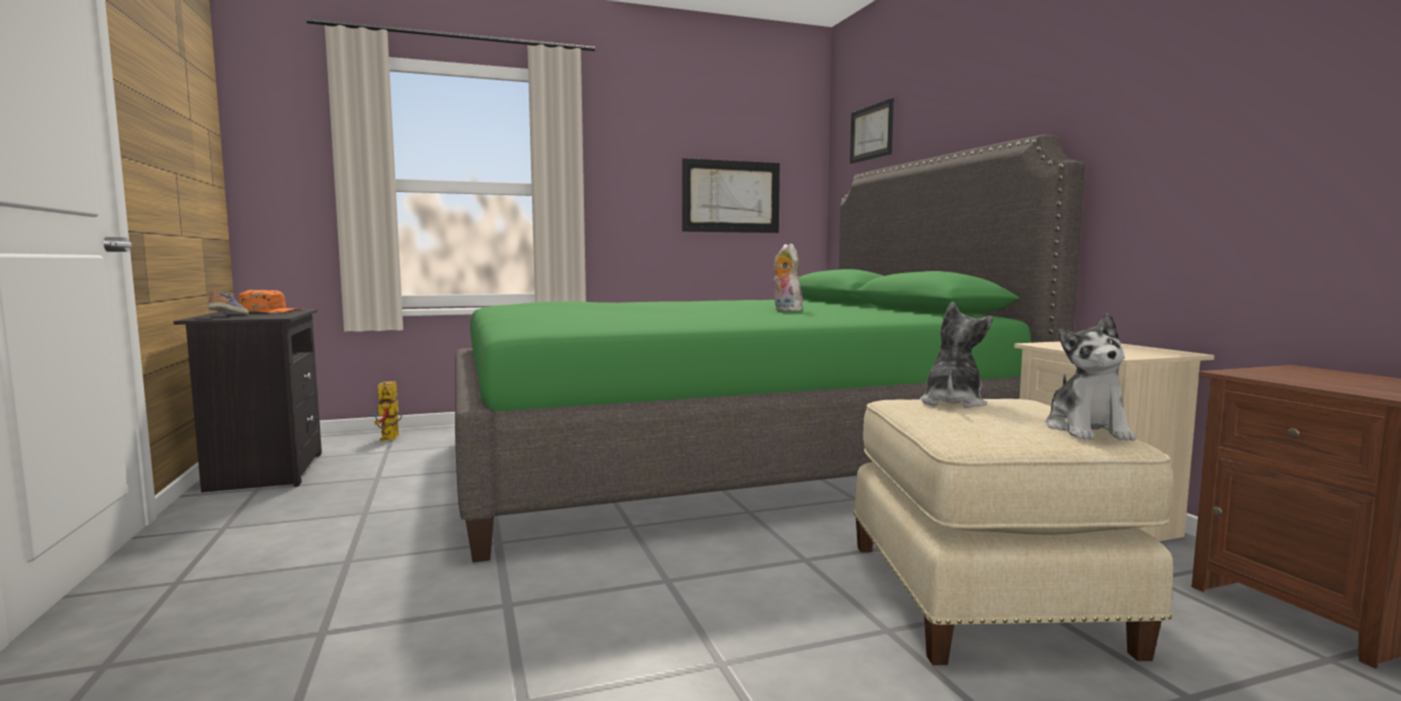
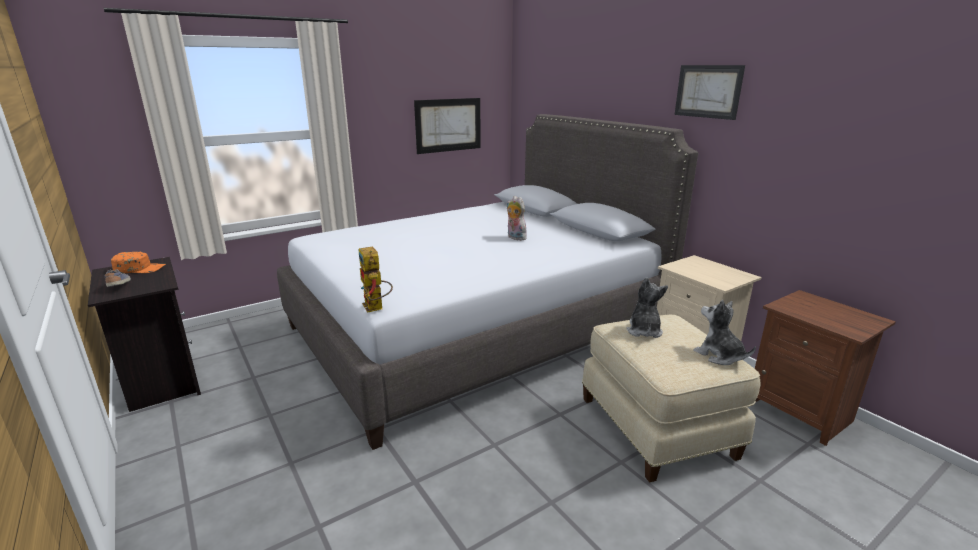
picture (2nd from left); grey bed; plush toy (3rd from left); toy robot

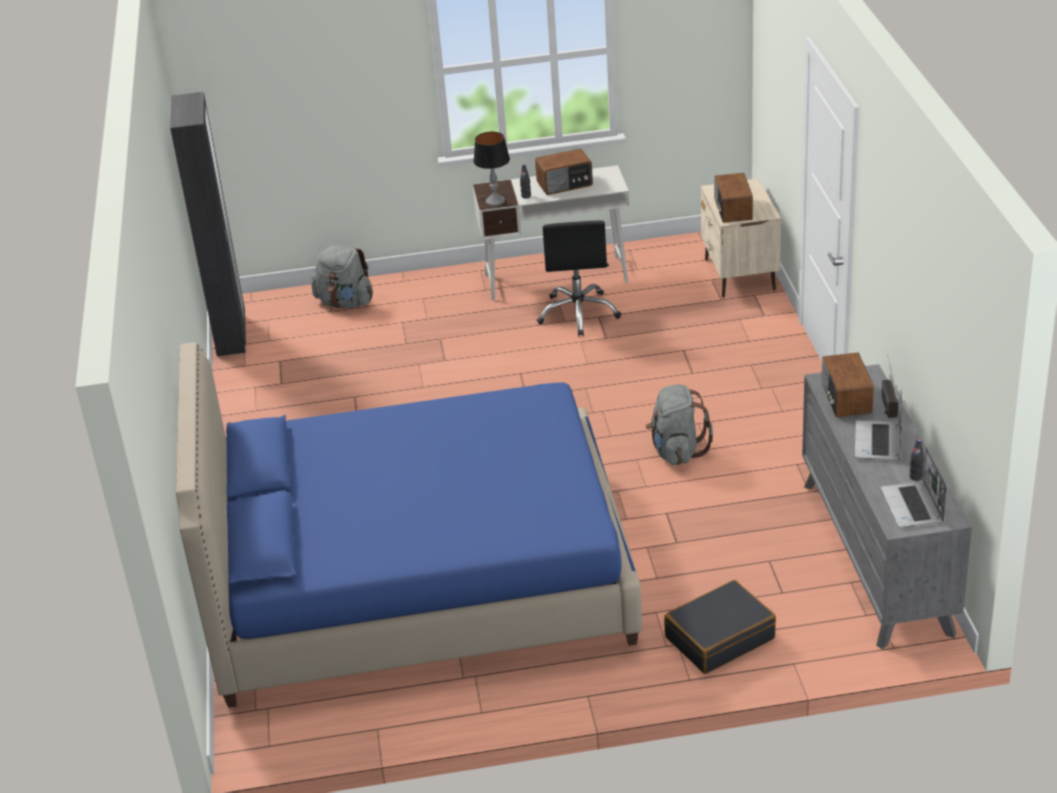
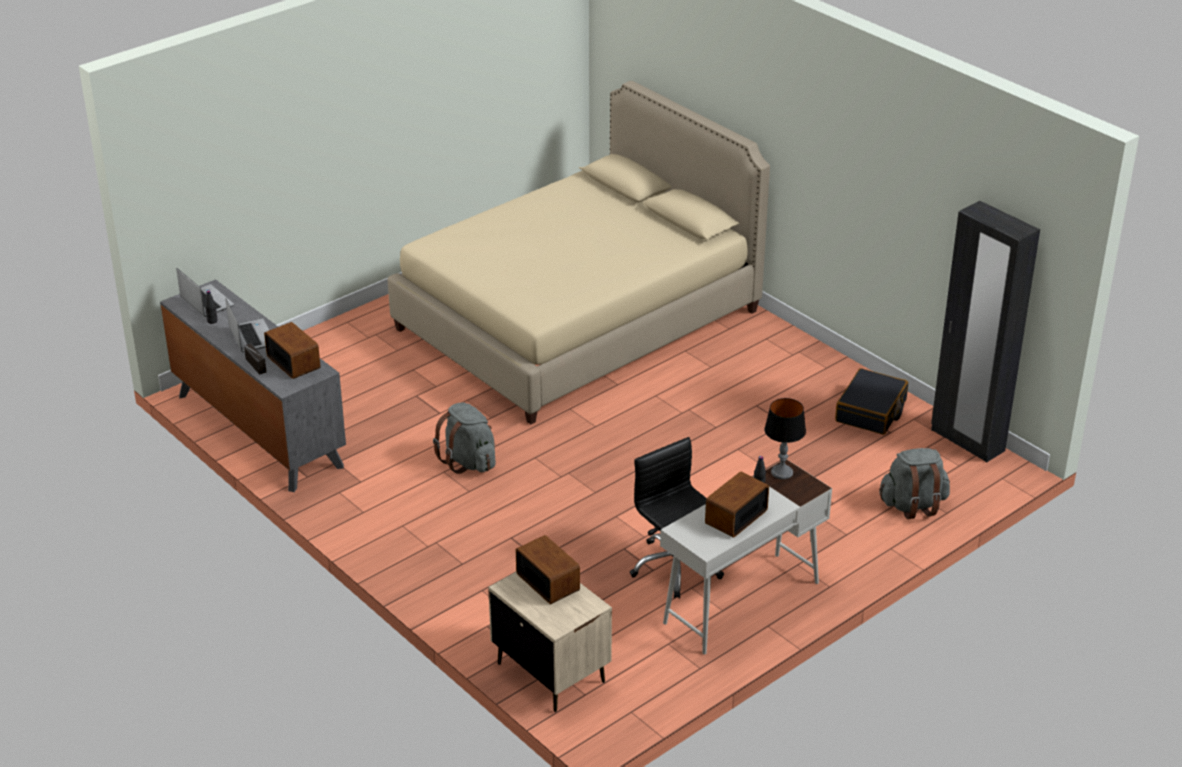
beige bed; black suitcase

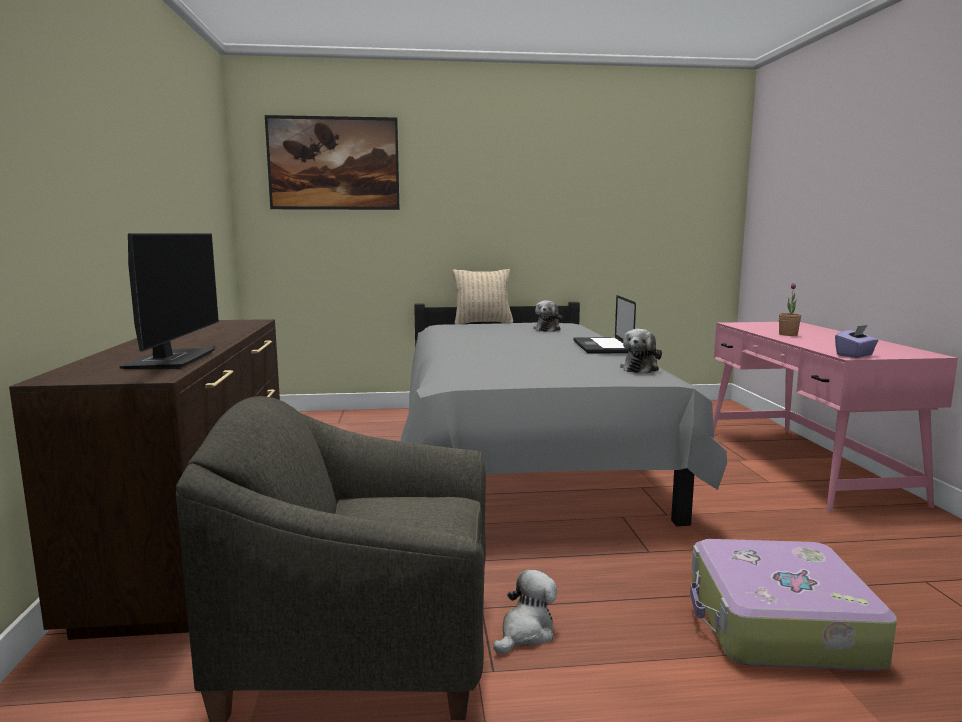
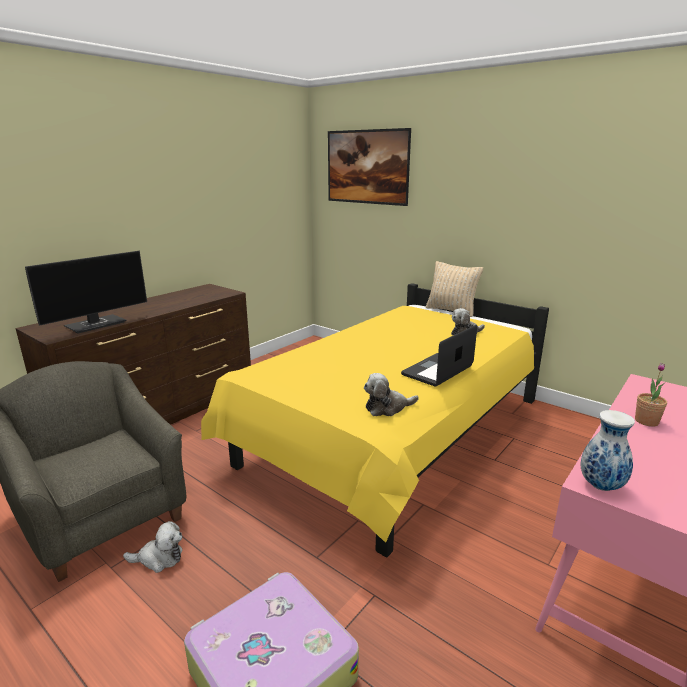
yellow bed; vase

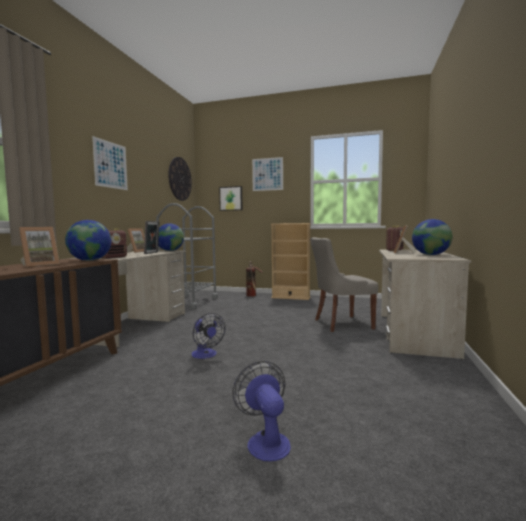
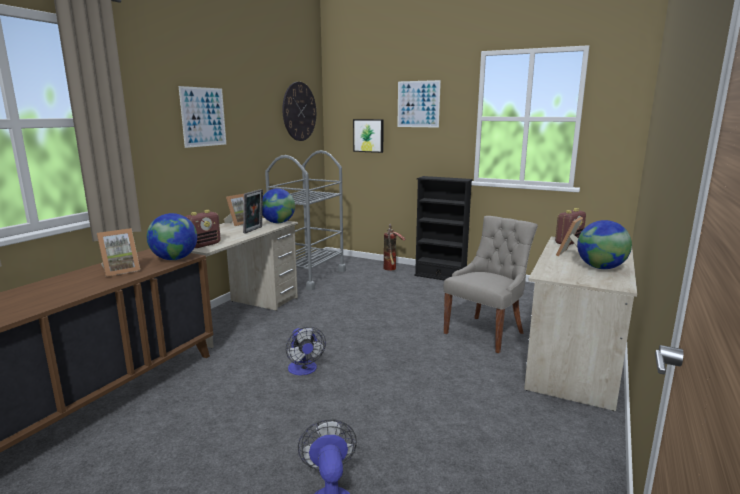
black bookcase; grey chair

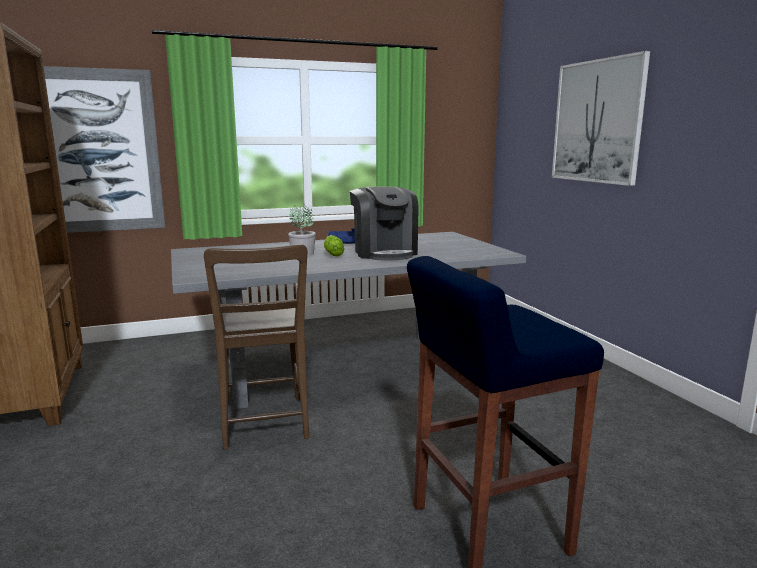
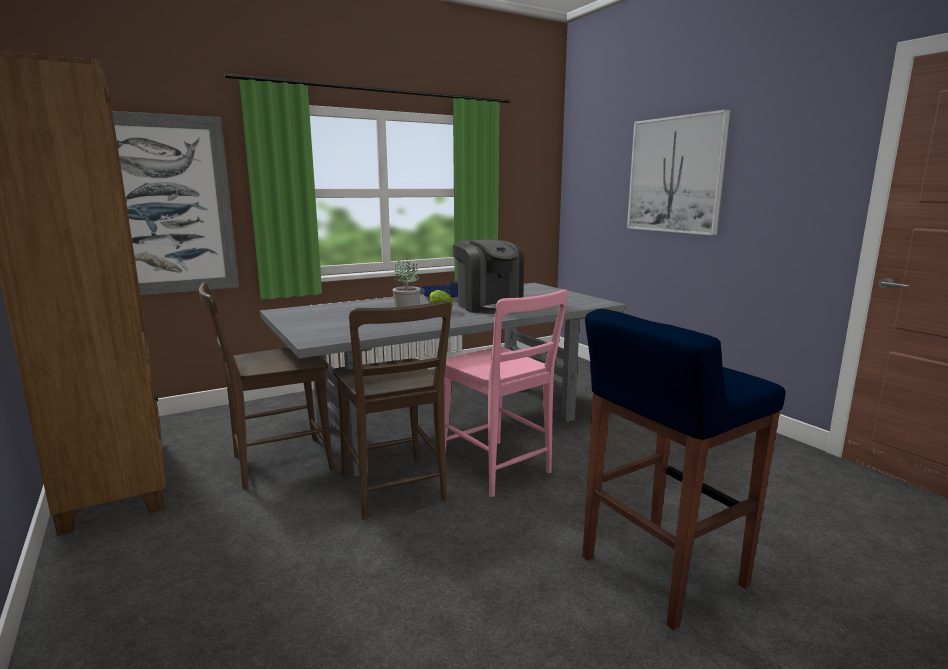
brown chair (1st from left); pink chair

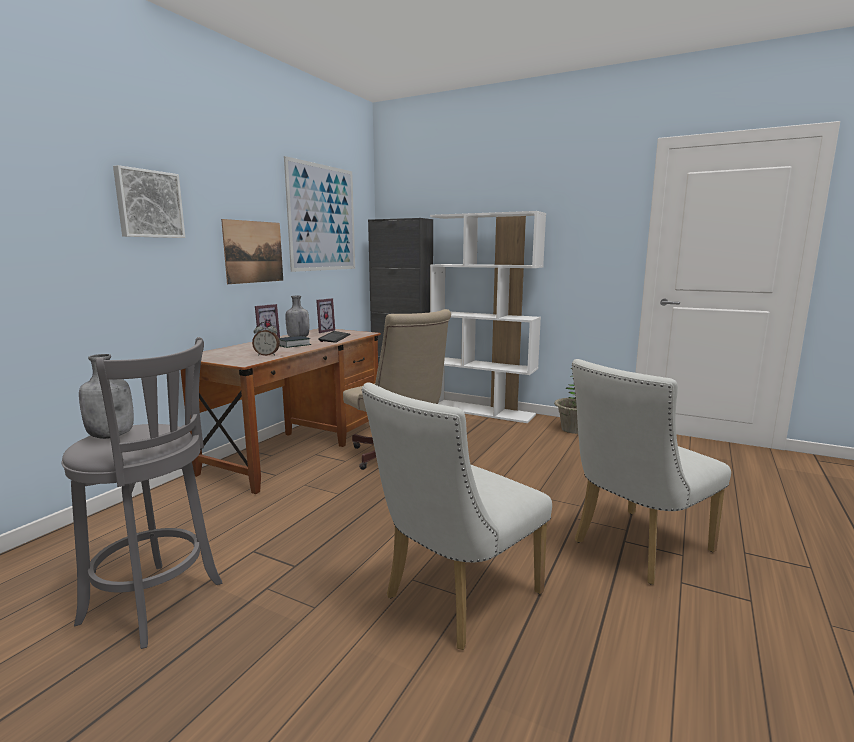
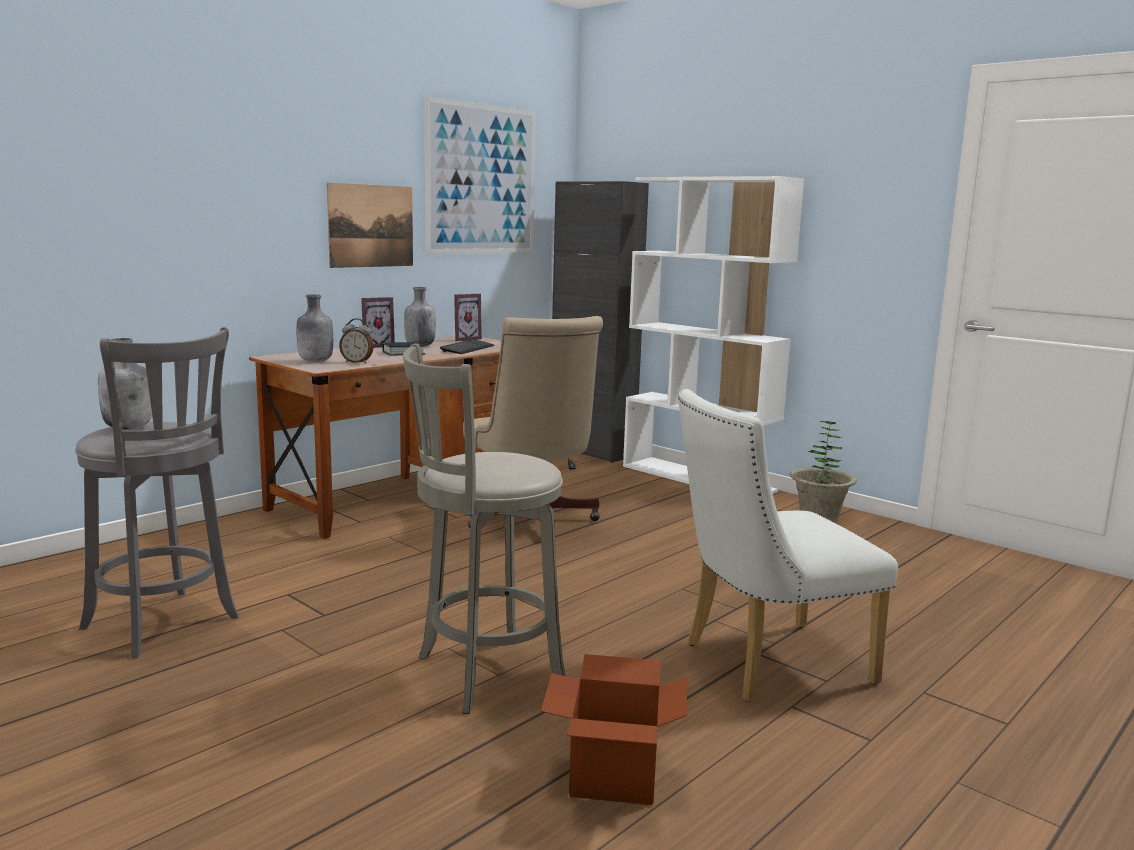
picture (1st from left in the first image); grey stool (2nd from left); grey bottle (2nd from left); cardboard box

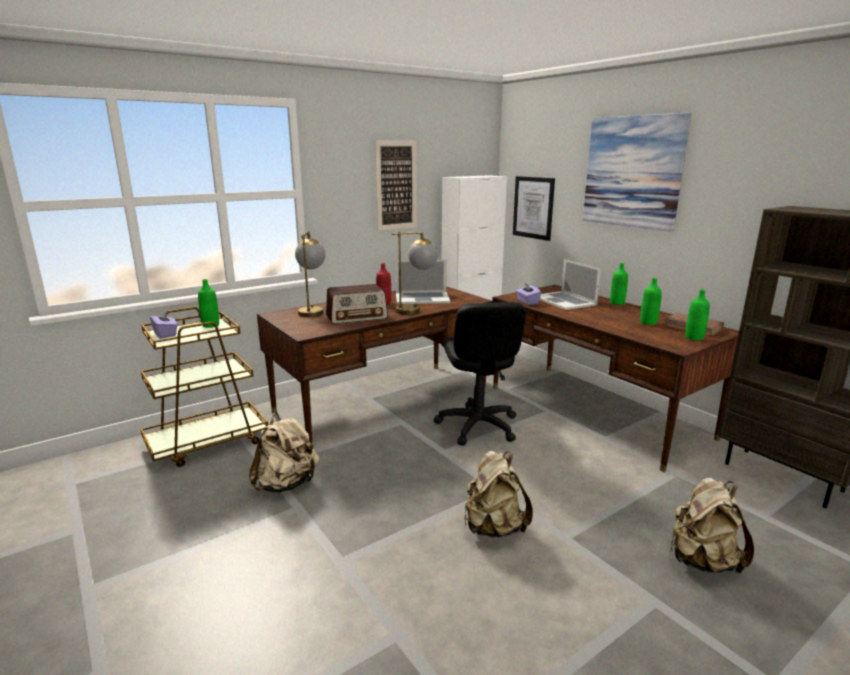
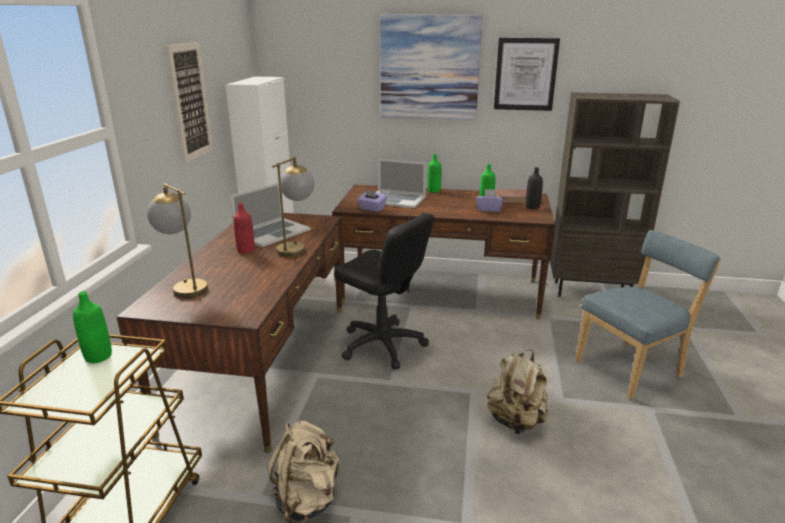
picture (3rd from left); radio; black bottle; purple tissue box (2nd from left); blue chair

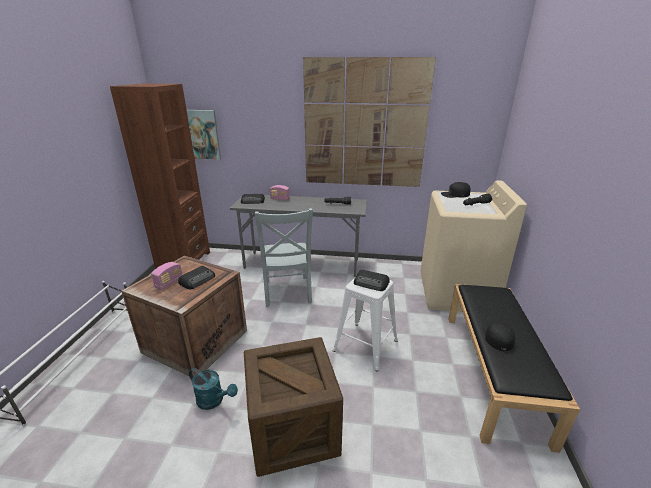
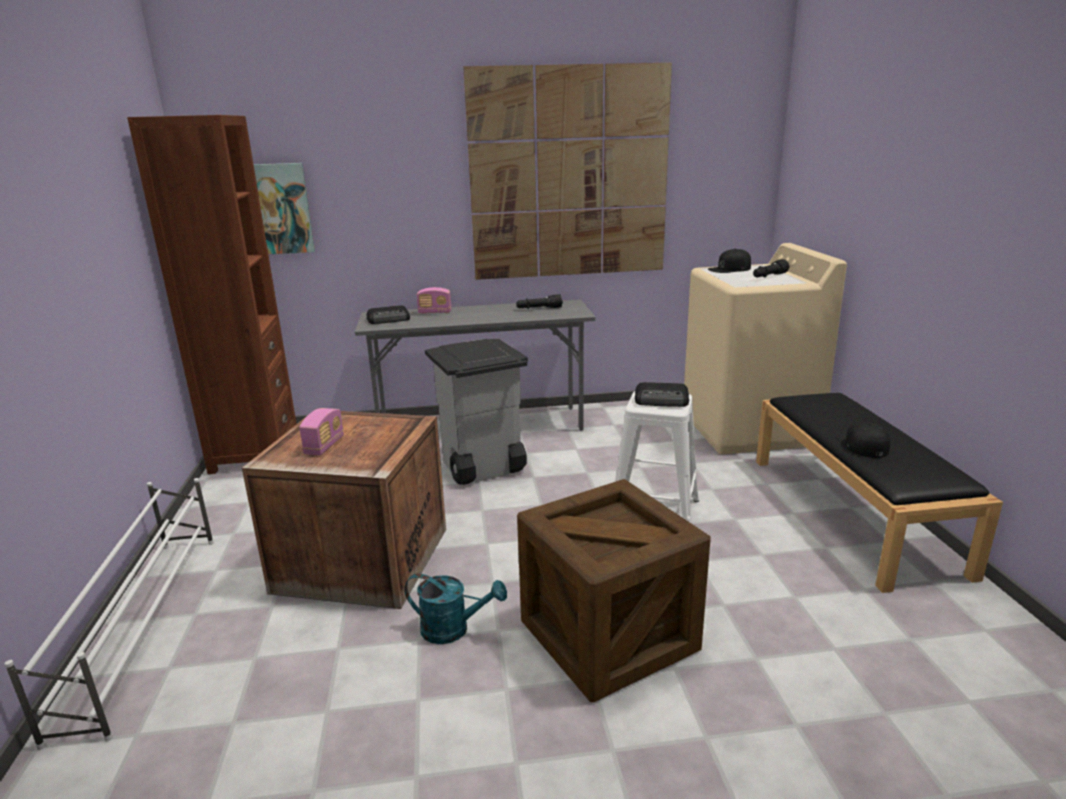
grey trash can; radio (2nd from left in the first image)

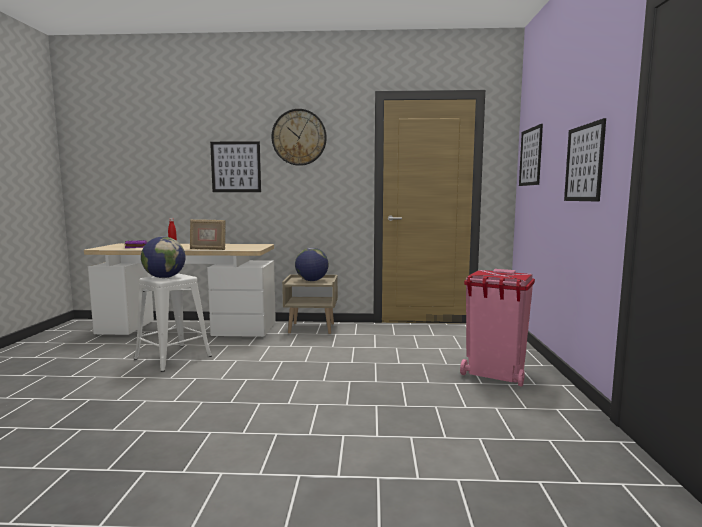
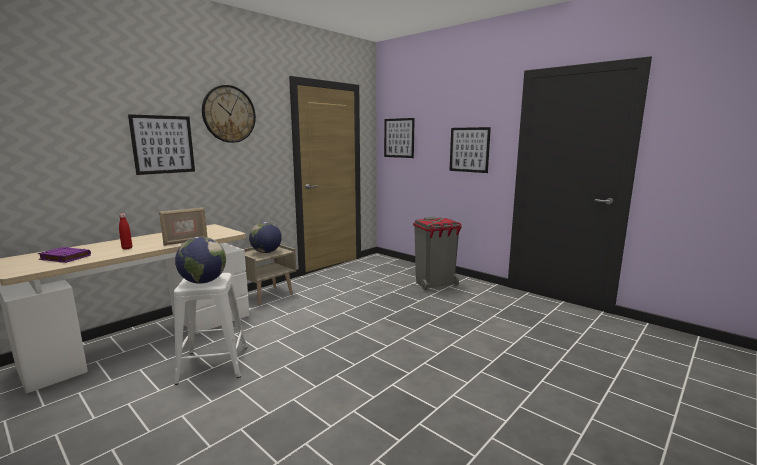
grey trash can

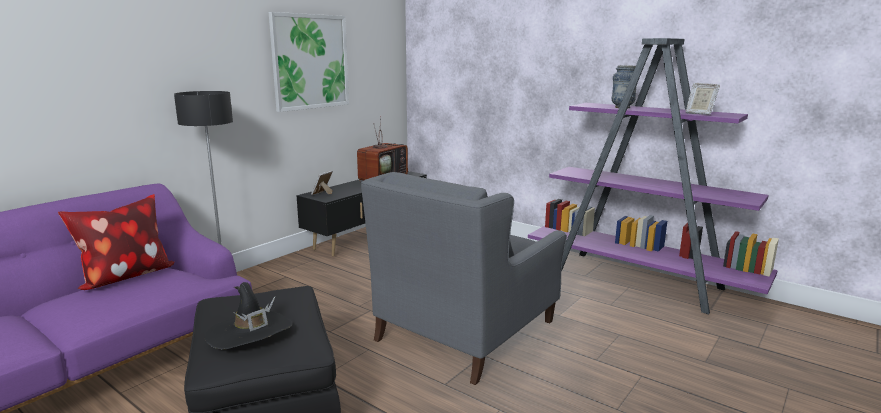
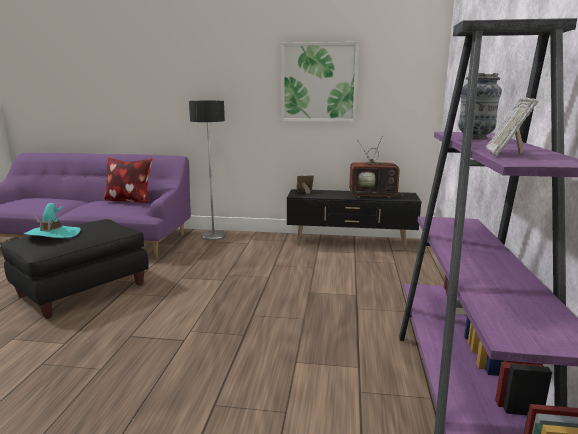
grey armchair; turquoise hat

